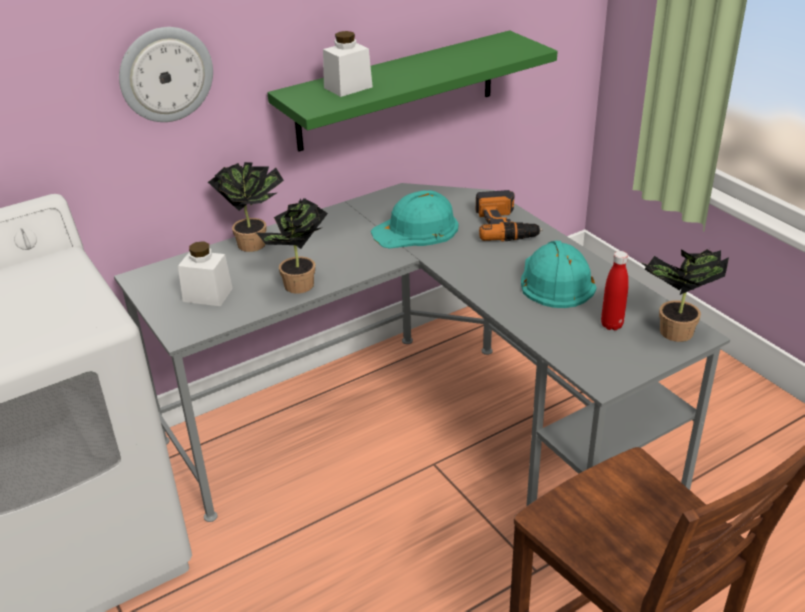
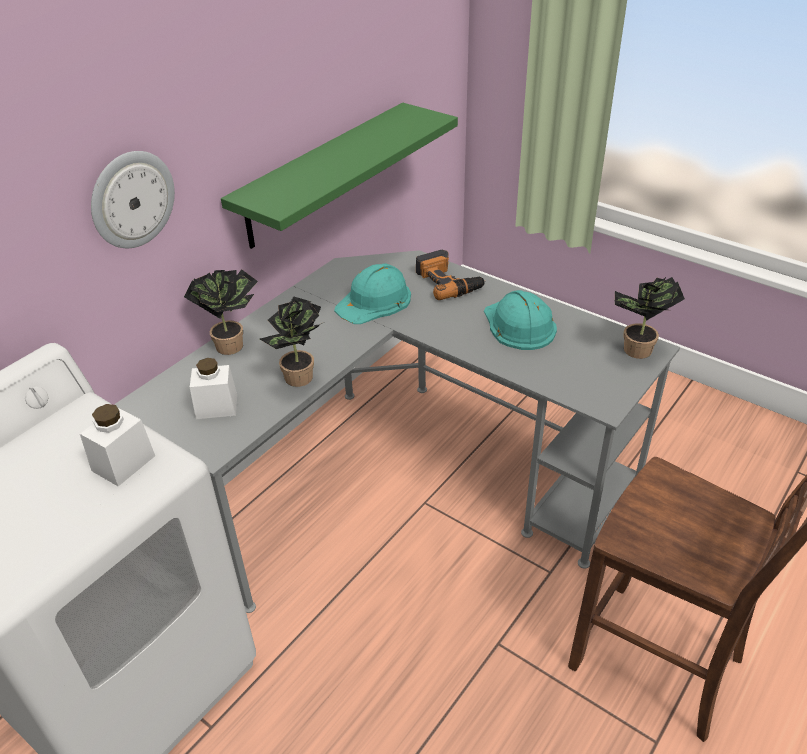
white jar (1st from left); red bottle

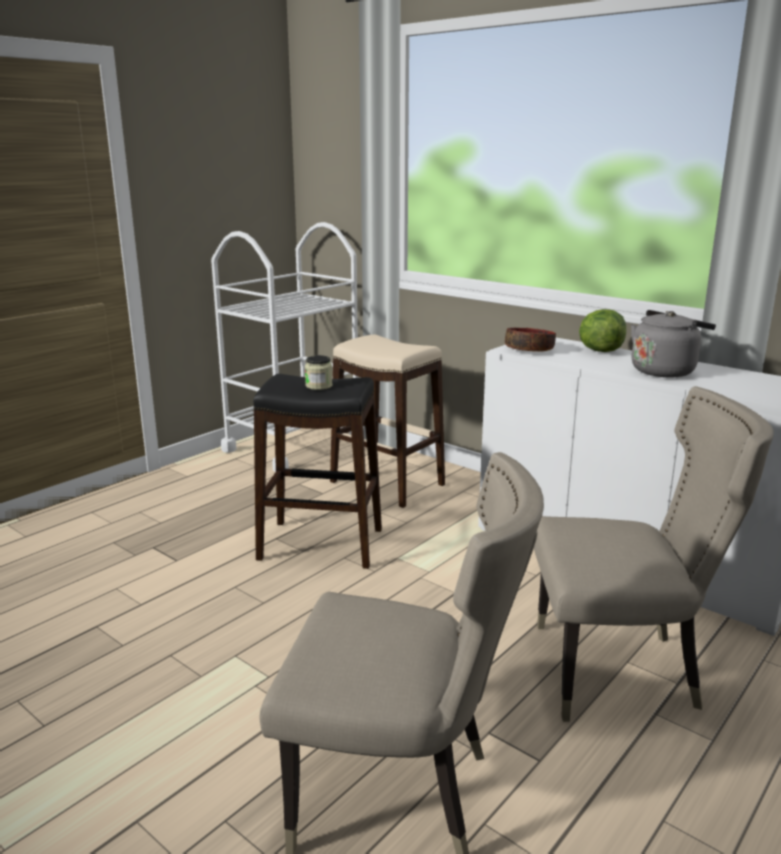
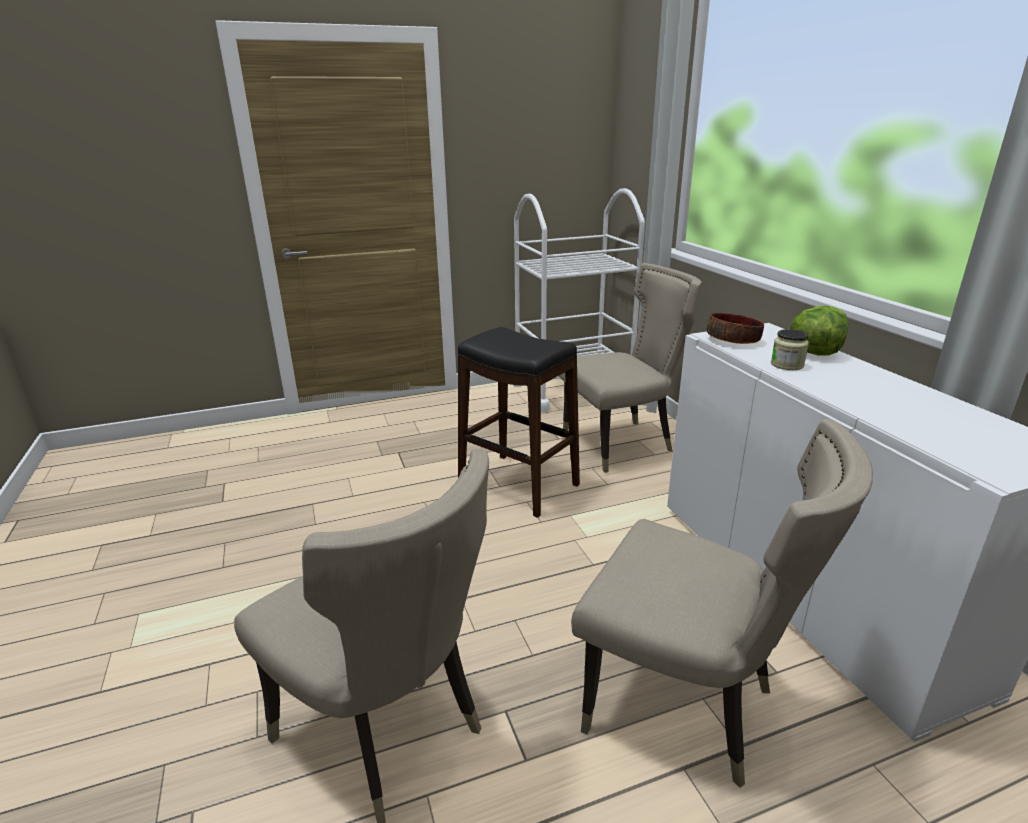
grey kettle; beige chair (2nd from left); jar

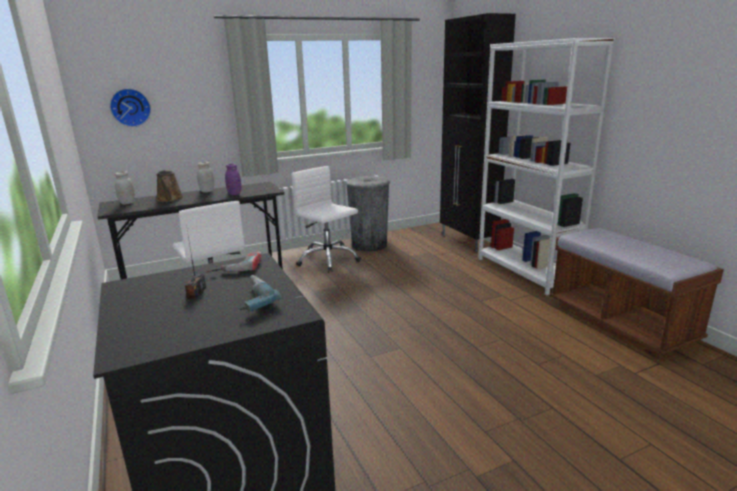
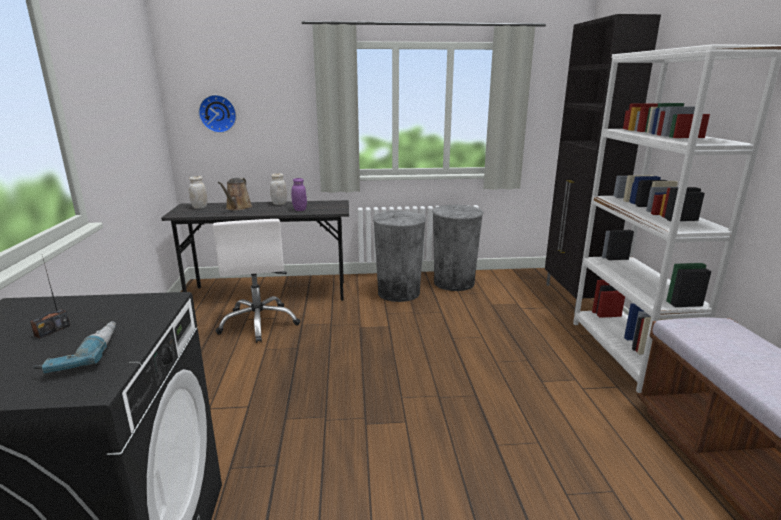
grey trash can (1st from left); power drill (1st from left in the first image)

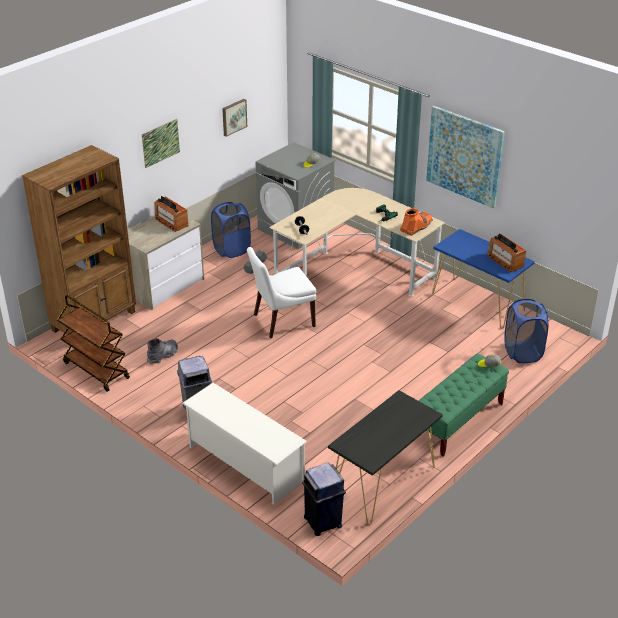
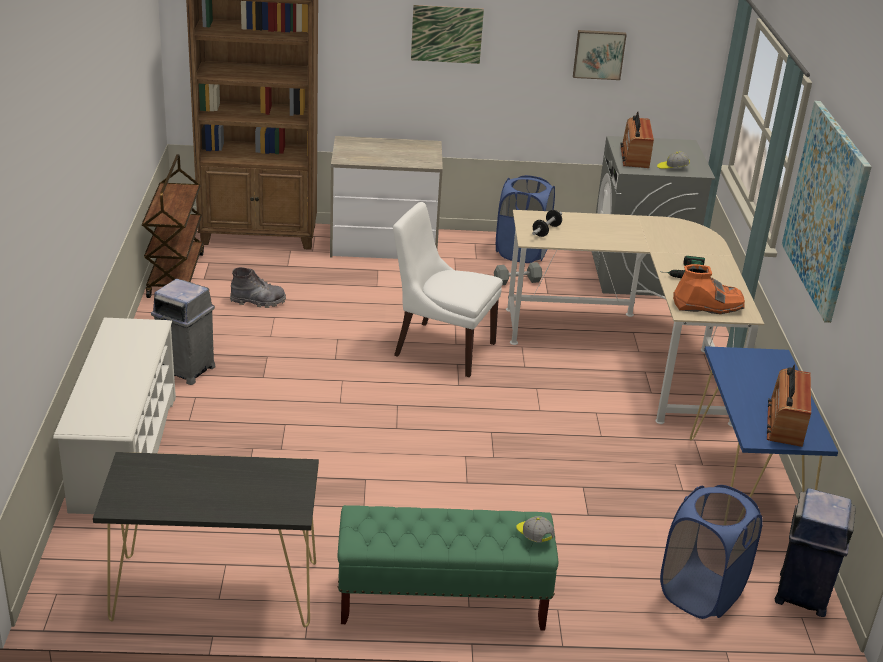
radio (1st from left); blue trash can

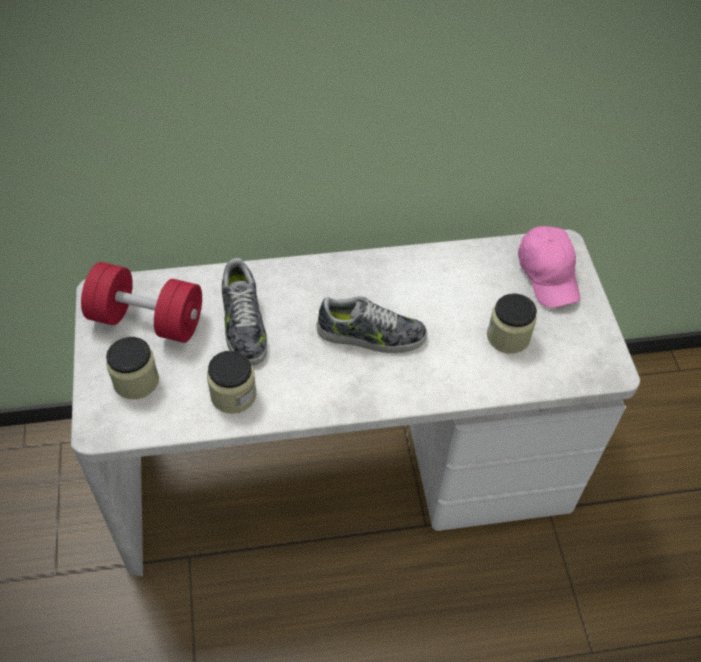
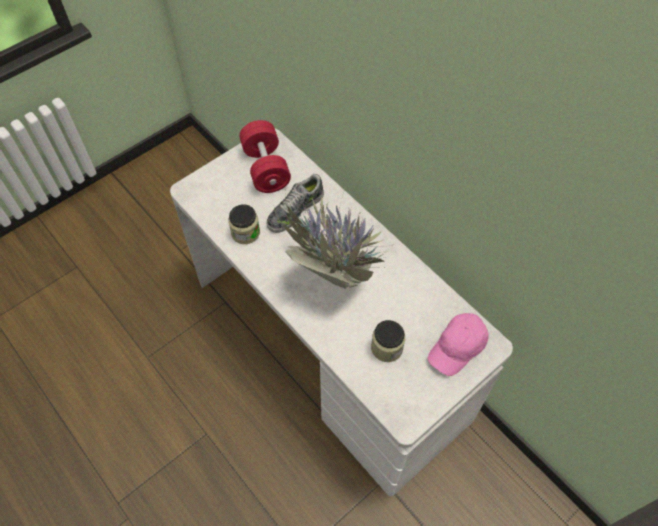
potted plant; jar (1st from left in the first image)

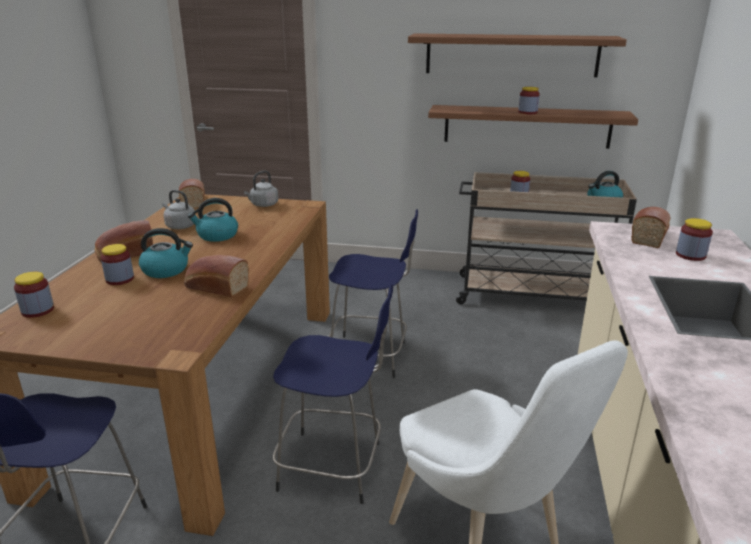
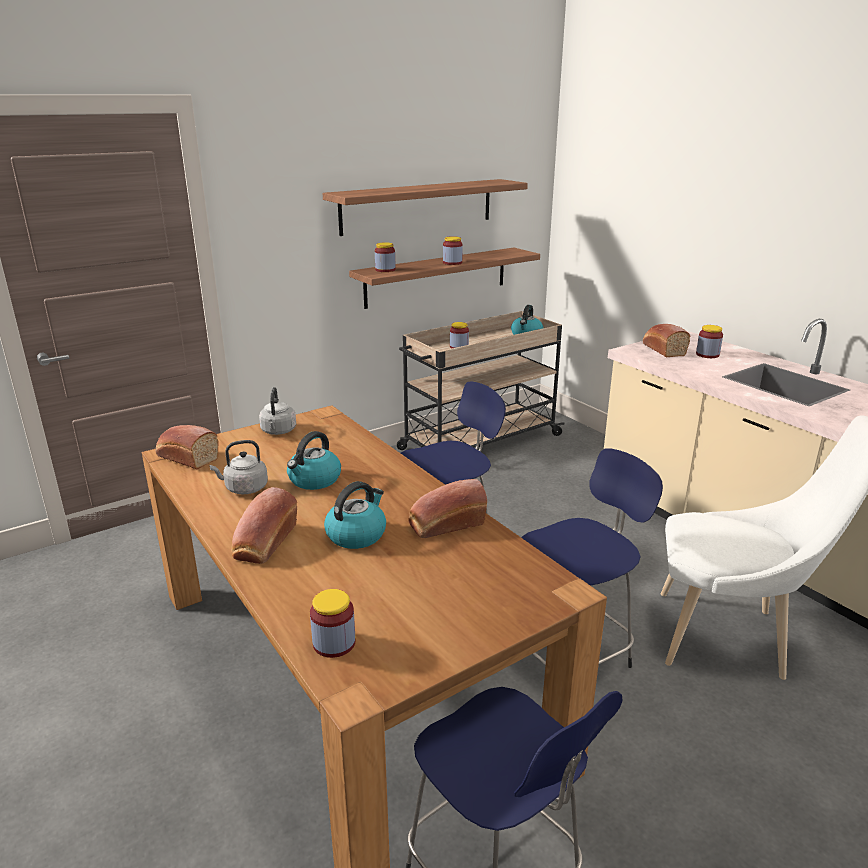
jar (2nd from left)

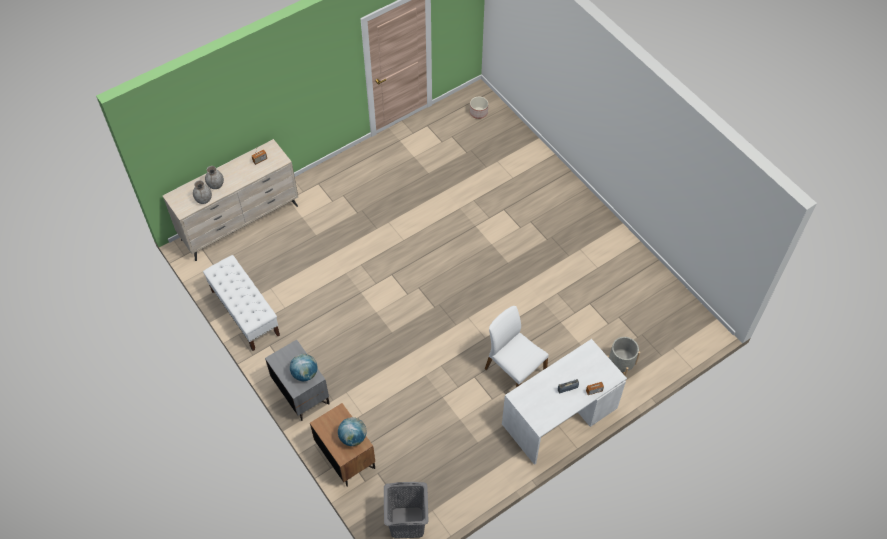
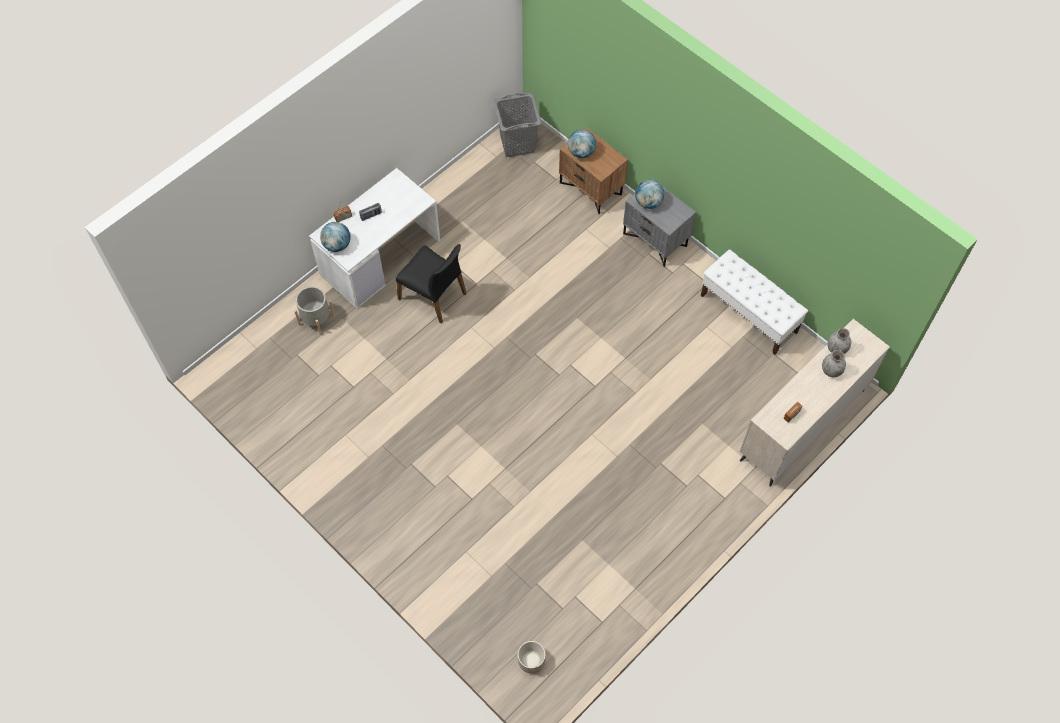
black chair; globe (1st from left)

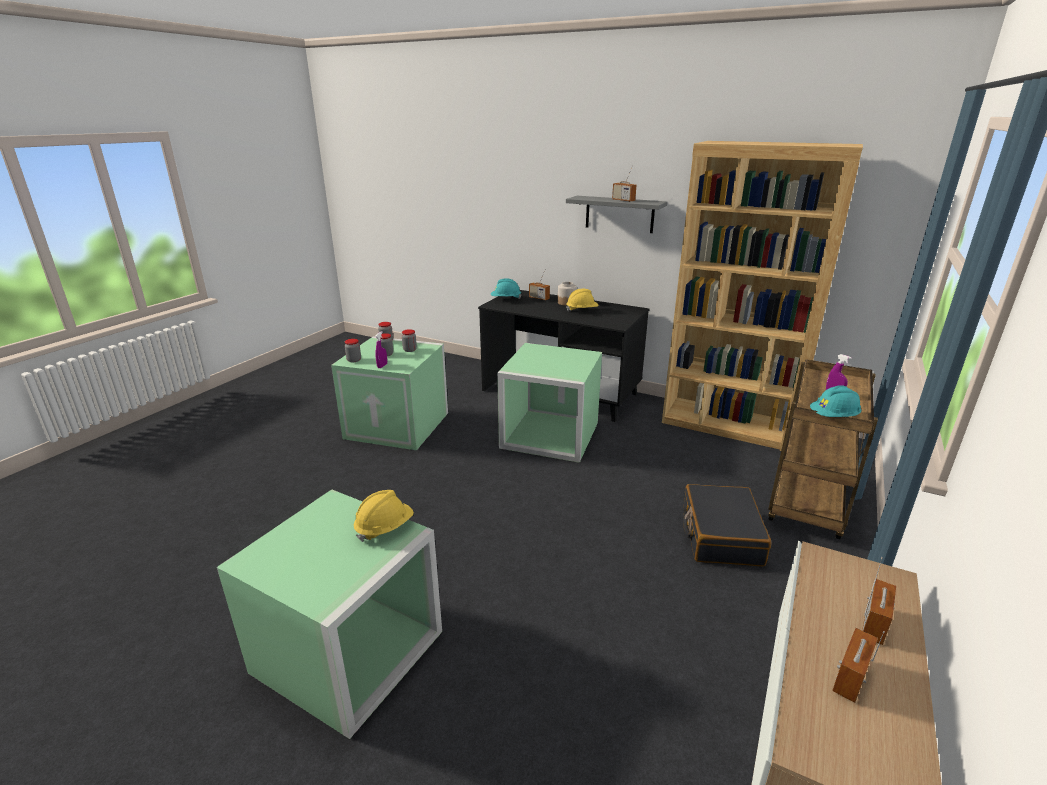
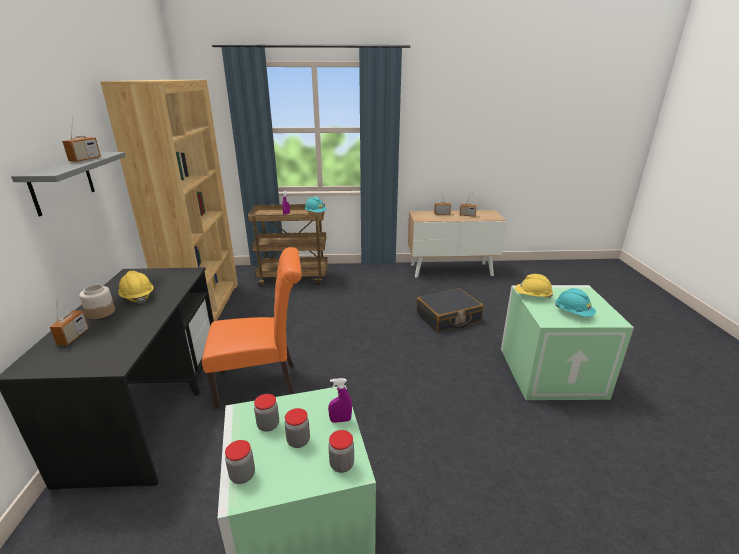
turquoise hard hat (2nd from left); orange chair; black suitcase

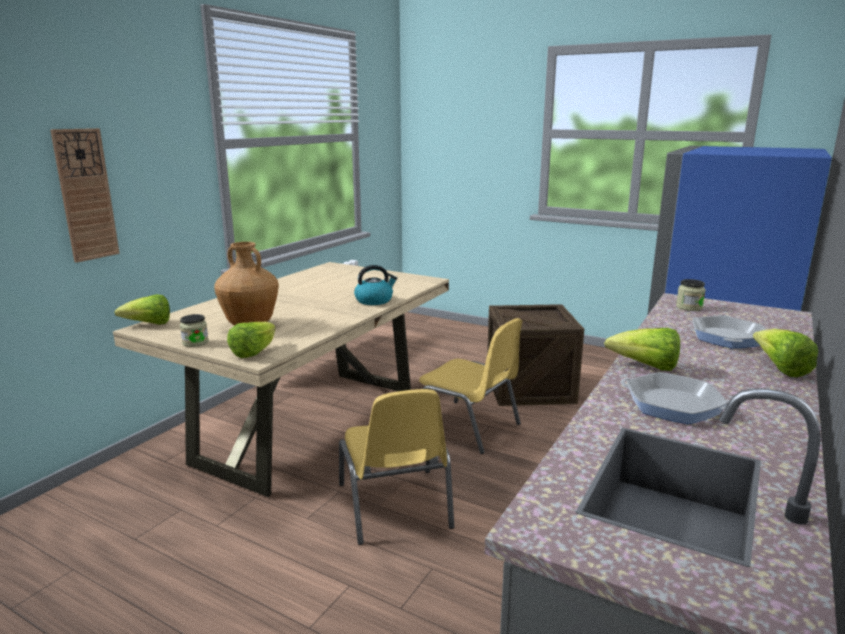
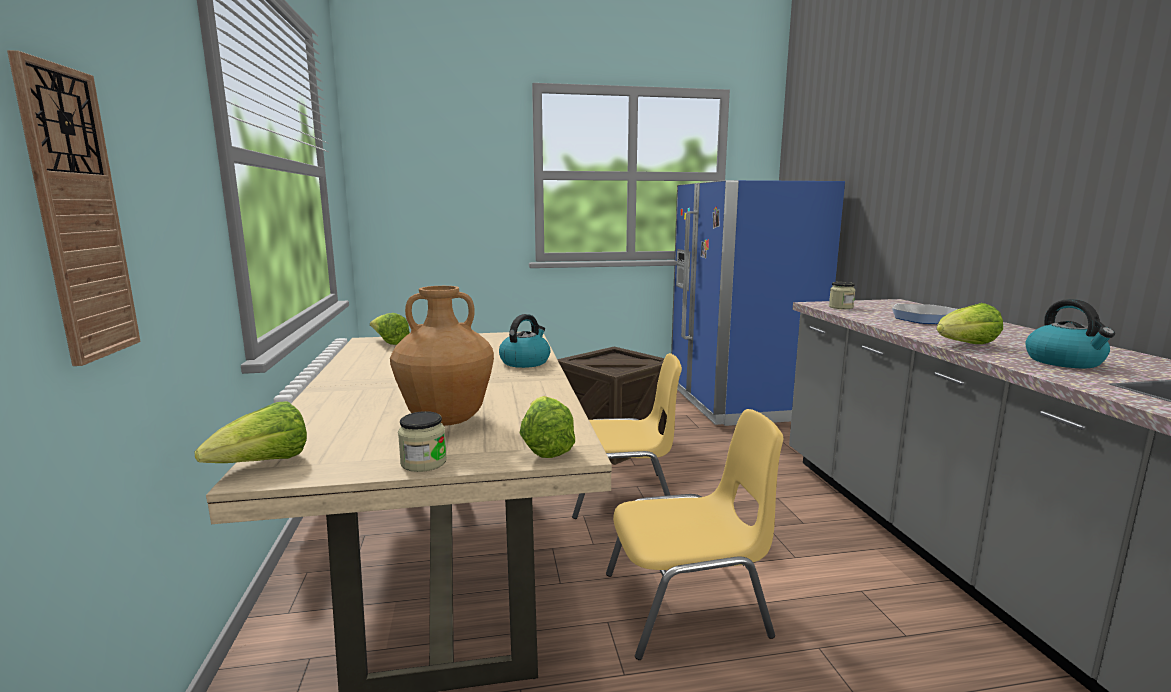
lettuce (2nd from left); kettle (2nd from left); yellow chair (2nd from left)

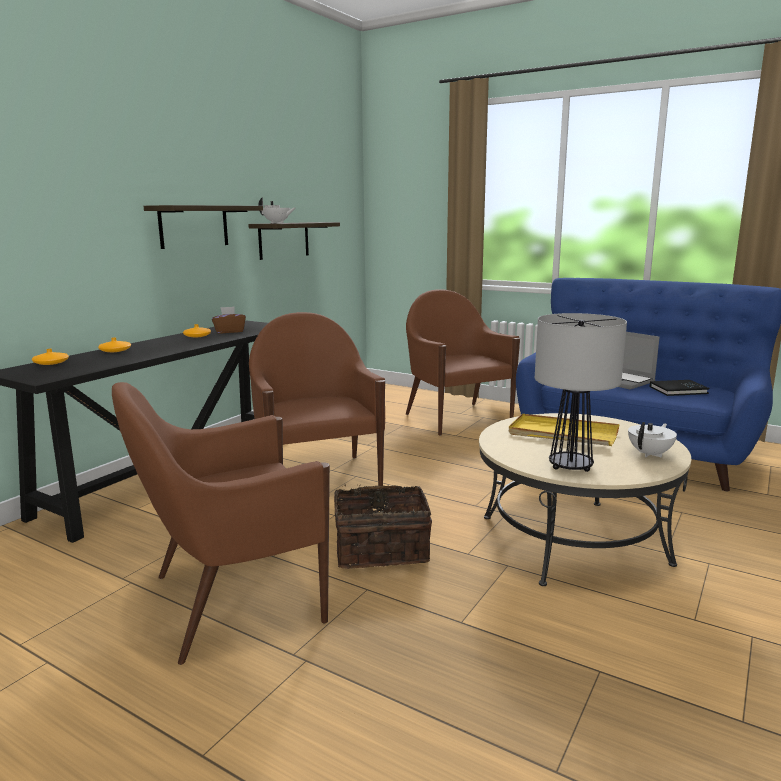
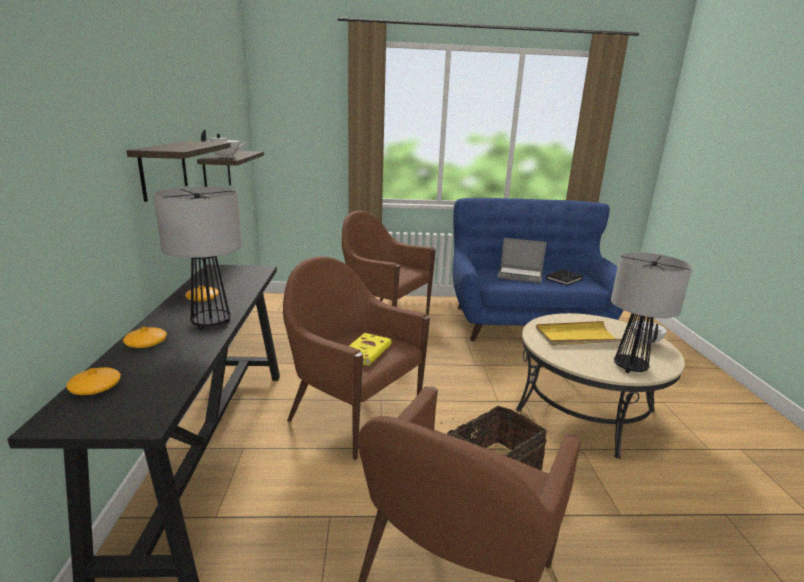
brown tissue box; table lamp (1st from left); yellow book

